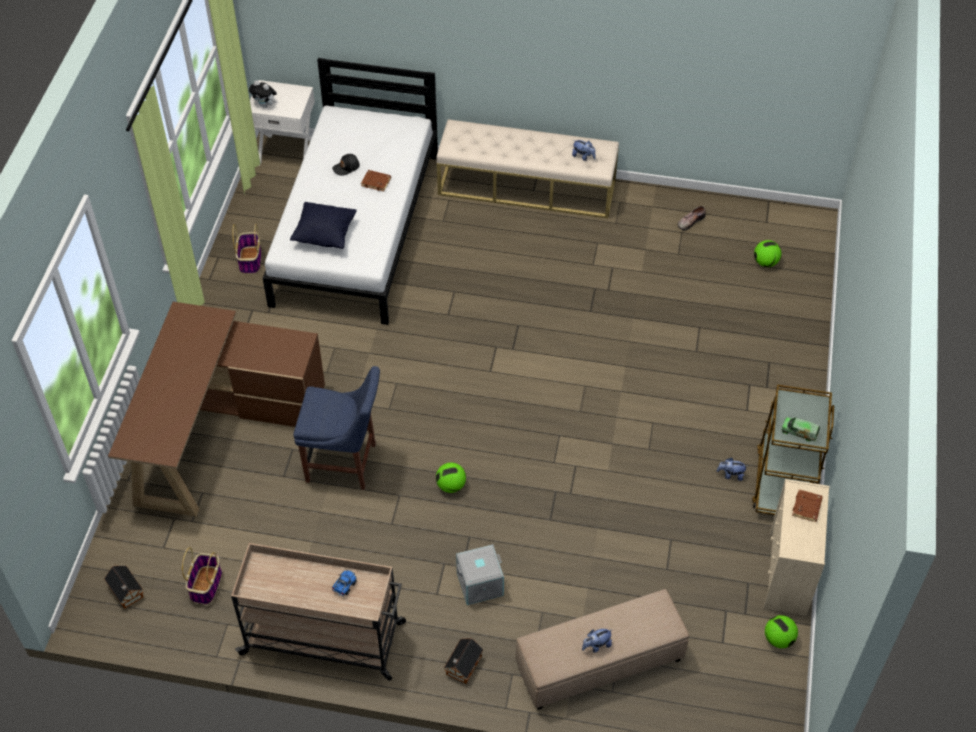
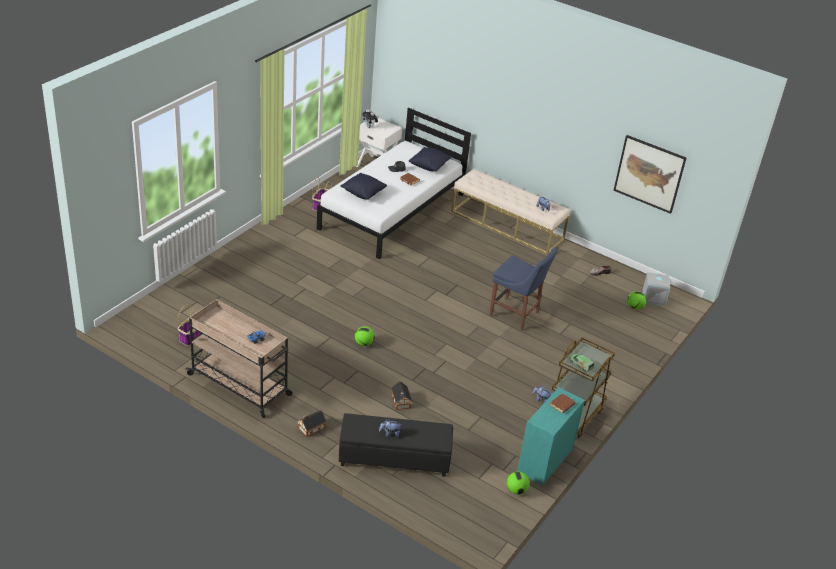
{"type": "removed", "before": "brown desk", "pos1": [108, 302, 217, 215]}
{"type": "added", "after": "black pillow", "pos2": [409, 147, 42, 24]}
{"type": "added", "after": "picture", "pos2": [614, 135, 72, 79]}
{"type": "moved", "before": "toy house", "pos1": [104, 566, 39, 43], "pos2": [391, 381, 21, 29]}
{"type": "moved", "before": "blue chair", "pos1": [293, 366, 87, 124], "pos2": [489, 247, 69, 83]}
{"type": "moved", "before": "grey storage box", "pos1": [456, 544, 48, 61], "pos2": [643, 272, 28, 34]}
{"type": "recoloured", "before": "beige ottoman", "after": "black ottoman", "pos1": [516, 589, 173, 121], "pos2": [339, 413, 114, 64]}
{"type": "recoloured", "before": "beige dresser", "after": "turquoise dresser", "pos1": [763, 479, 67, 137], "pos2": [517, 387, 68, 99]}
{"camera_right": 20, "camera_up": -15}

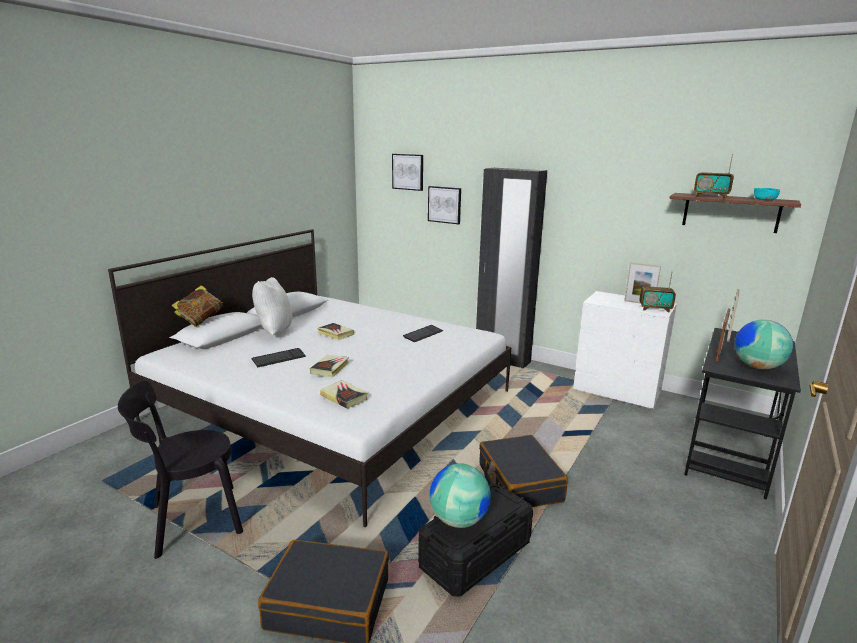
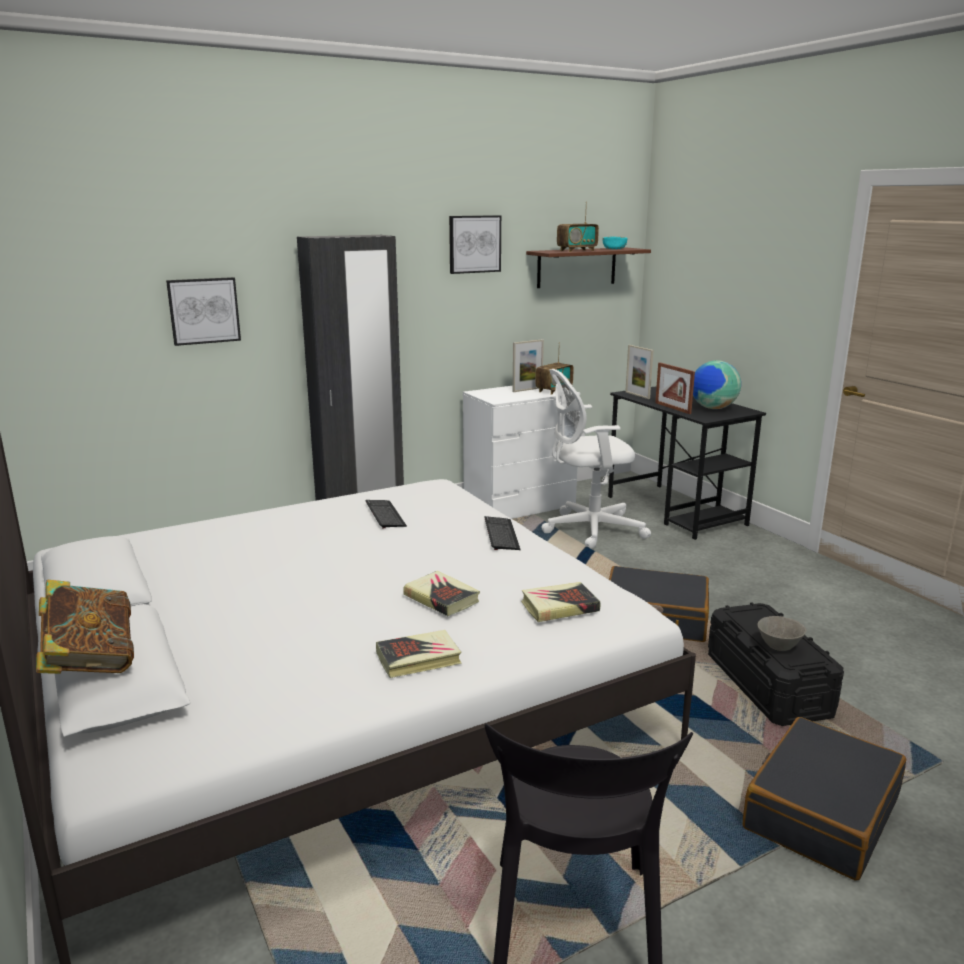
{"type": "removed", "before": "white pillow", "pos1": [252, 277, 40, 58]}
{"type": "added", "after": "white office chair", "pos2": [541, 369, 110, 180]}
{"type": "moved", "before": "keyboard", "pos1": [251, 348, 55, 20], "pos2": [484, 516, 37, 34]}
{"type": "moved", "before": "book", "pos1": [317, 323, 37, 17], "pos2": [376, 630, 86, 48]}
{"type": "moved", "before": "picture", "pos1": [392, 154, 31, 37], "pos2": [449, 215, 52, 59]}
{"type": "replaced", "before": "globe", "after": "grey bowl", "pos1": [430, 463, 61, 65], "pos2": [758, 616, 48, 35]}
{"camera_right": -60, "camera_up": 0}

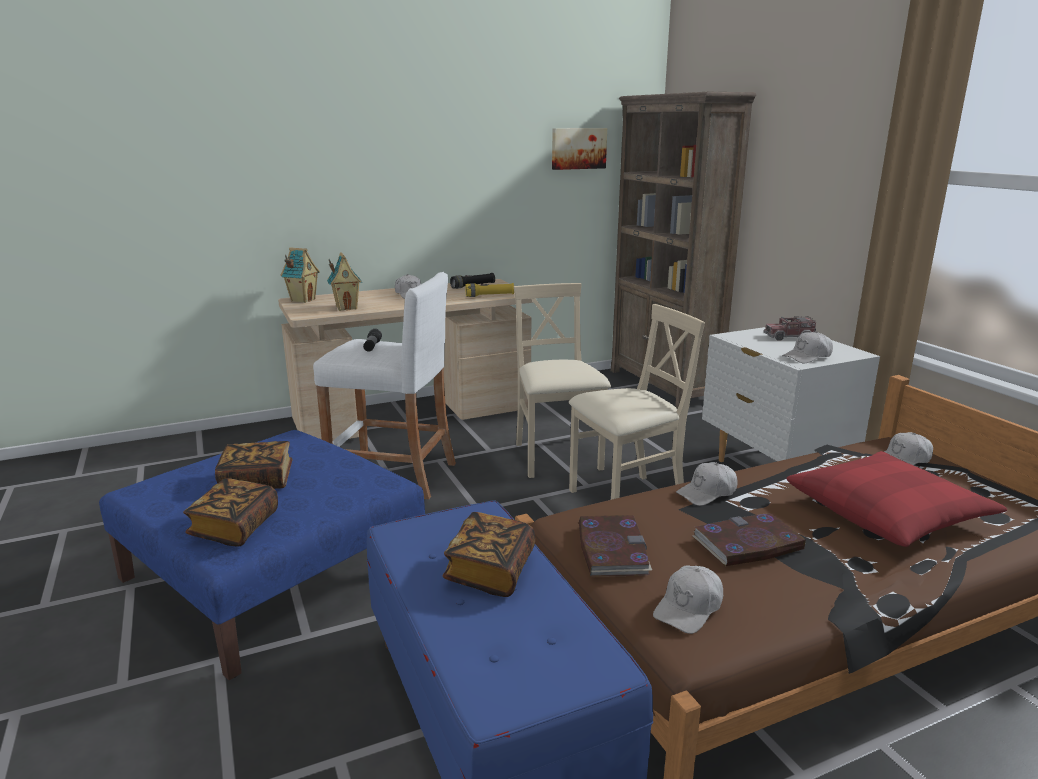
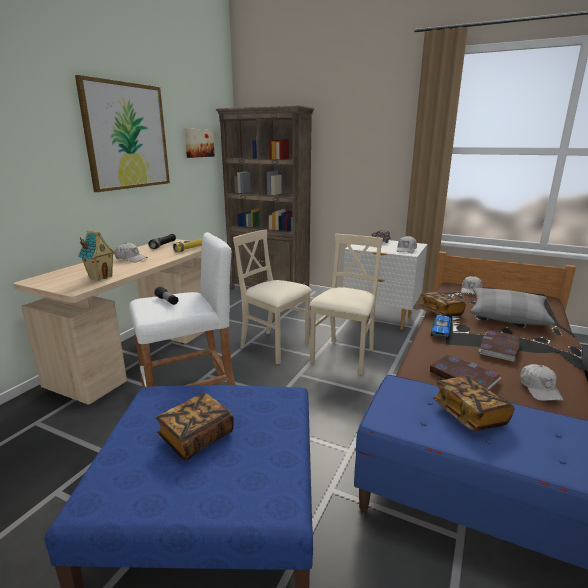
{"type": "removed", "before": "toy house", "pos1": [281, 247, 39, 56]}
{"type": "added", "after": "picture", "pos2": [75, 75, 95, 117]}
{"type": "moved", "before": "book", "pos1": [183, 478, 95, 69], "pos2": [419, 292, 47, 24]}
{"type": "replaced", "before": "white cap", "after": "toy car", "pos1": [676, 462, 62, 44], "pos2": [431, 315, 21, 24]}
{"type": "recoloured", "before": "red pillow", "after": "grey pillow", "pos1": [786, 451, 221, 96], "pos2": [470, 288, 85, 37]}
{"camera_right": -40, "camera_up": 0}

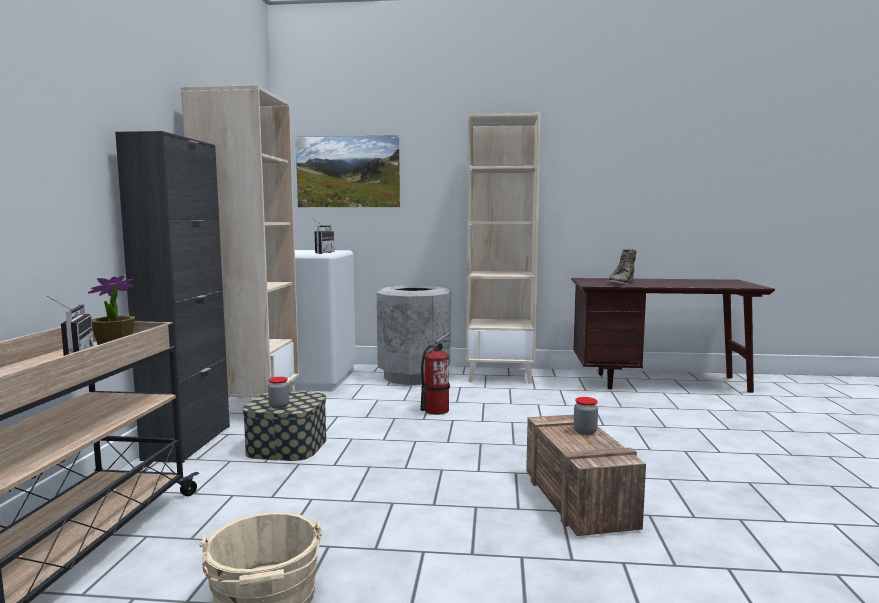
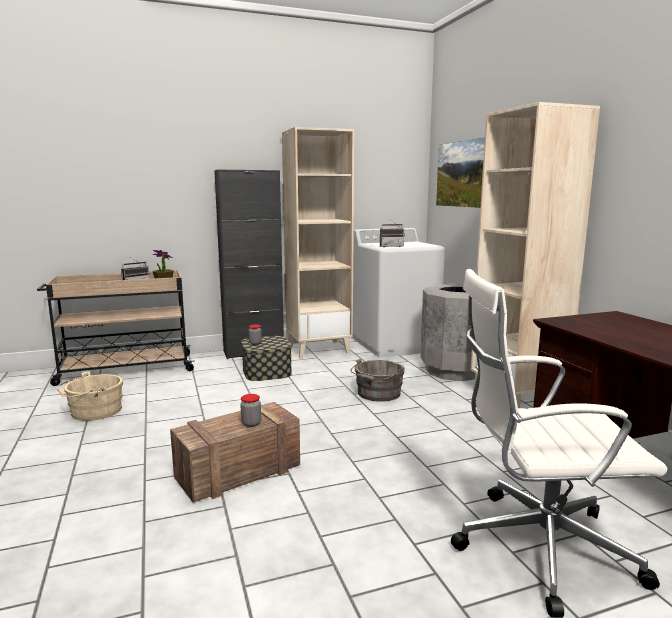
{"type": "removed", "before": "green boot", "pos1": [608, 249, 29, 36]}
{"type": "added", "after": "white office chair", "pos2": [451, 269, 216, 349]}
{"type": "replaced", "before": "fire extinguisher", "after": "grey bucket", "pos1": [420, 332, 31, 83], "pos2": [351, 359, 54, 43]}
{"camera_right": 65, "camera_up": 5}

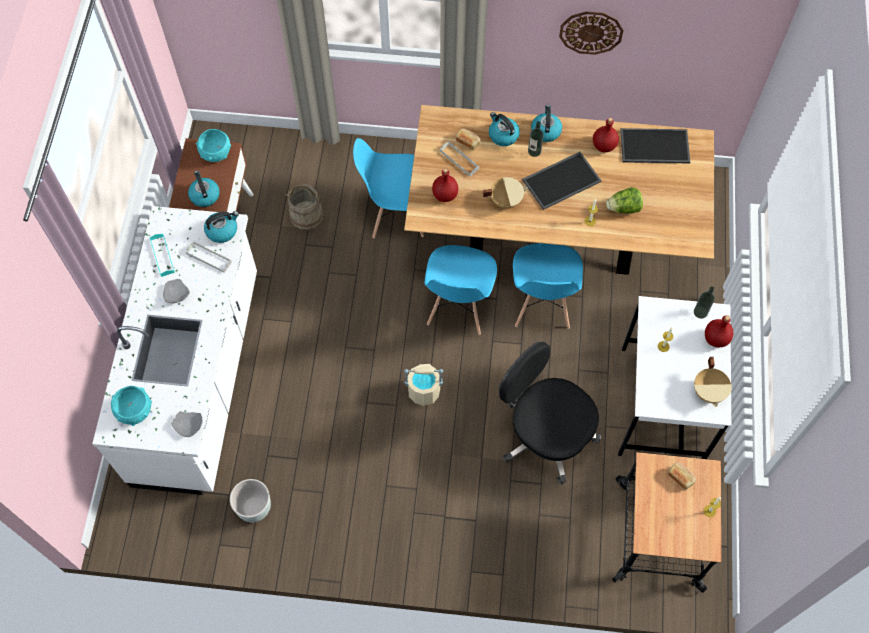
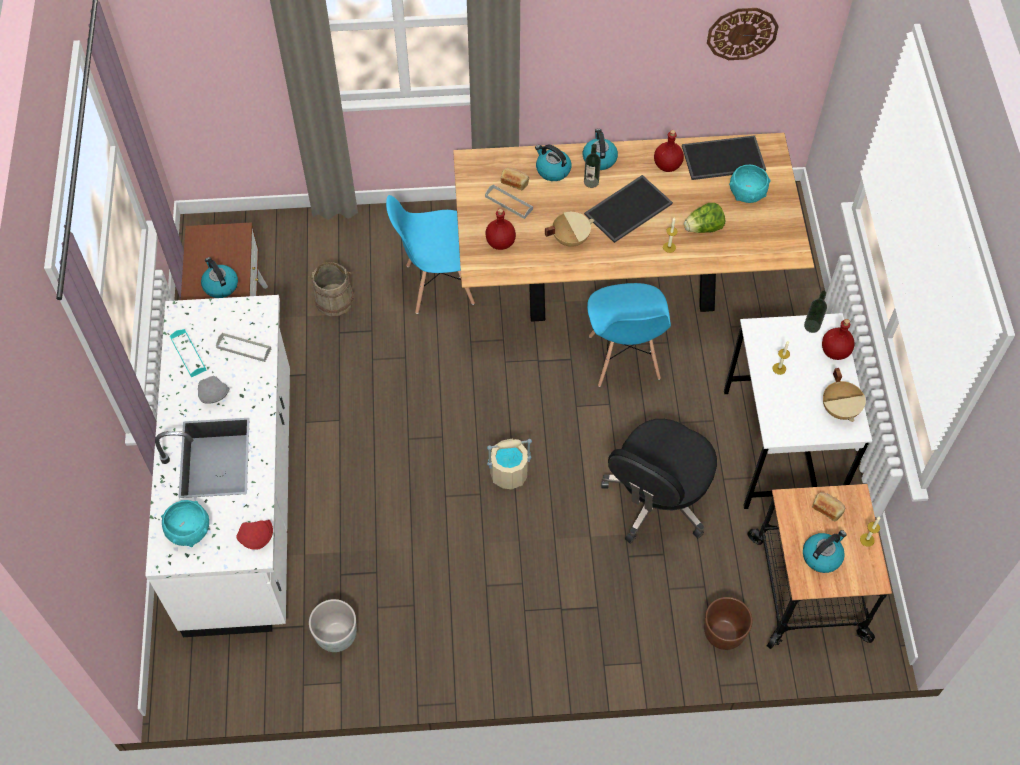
{"type": "removed", "before": "blue chair", "pos1": [425, 245, 72, 90]}
{"type": "added", "after": "brown planter", "pos2": [704, 597, 49, 53]}
{"type": "moved", "before": "turquoise bowl", "pos1": [196, 129, 35, 33], "pos2": [729, 165, 42, 38]}
{"type": "moved", "before": "kettle", "pos1": [204, 211, 35, 32], "pos2": [803, 530, 43, 43]}
{"type": "moved", "before": "wall clock", "pos1": [559, 11, 65, 44], "pos2": [707, 8, 72, 52]}
{"type": "recoloured", "before": "grey plate", "after": "red plate", "pos1": [172, 412, 30, 25], "pos2": [236, 520, 37, 30]}
{"type": "turned", "before": "black office chair", "pos1": [499, 341, 102, 144], "pos2": [601, 419, 116, 125], "turn": -90}
{"camera_right": -10, "camera_up": -5}

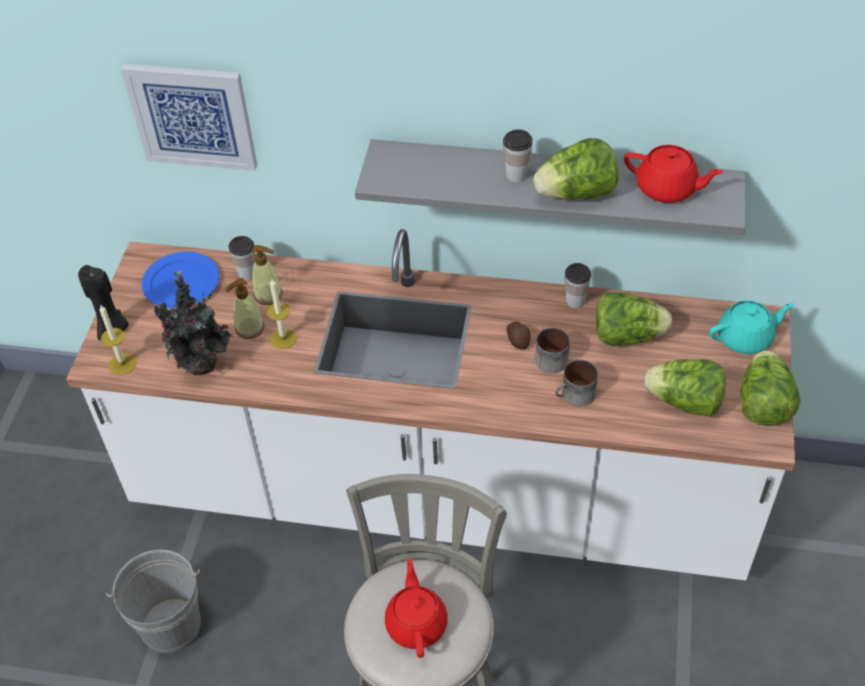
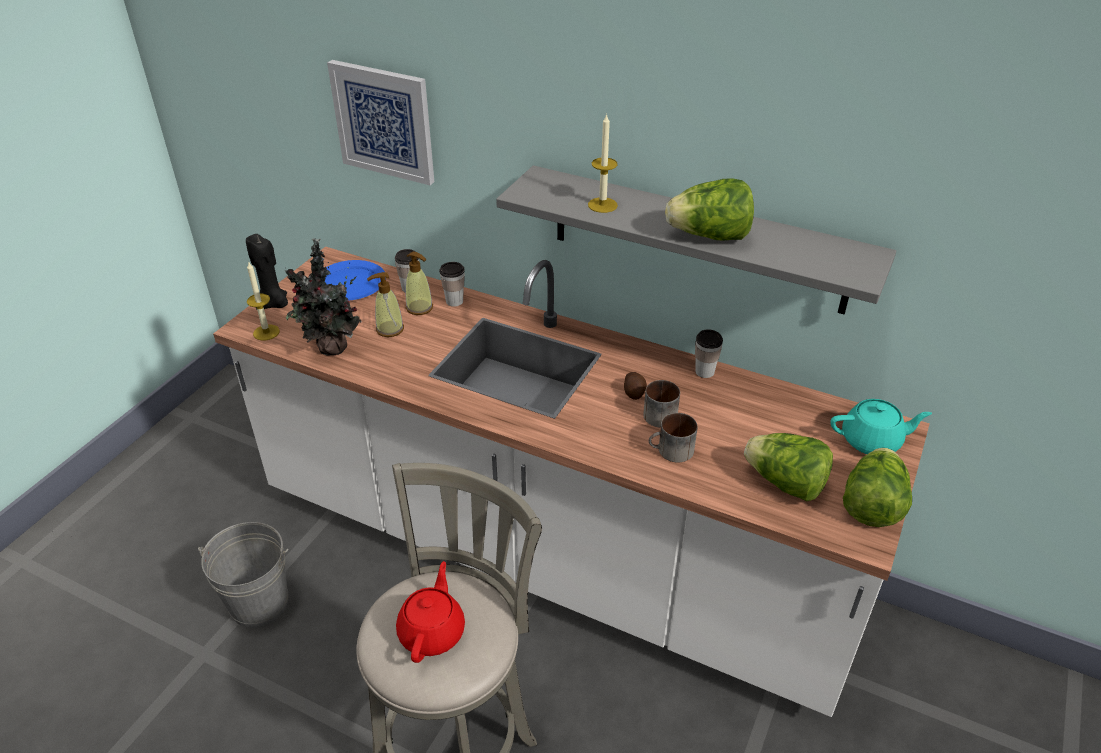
{"type": "removed", "before": "lettuce", "pos1": [596, 292, 76, 54]}
{"type": "removed", "before": "red teapot", "pos1": [624, 145, 100, 58]}
{"type": "moved", "before": "candle", "pos1": [266, 279, 31, 70], "pos2": [588, 114, 30, 99]}
{"type": "moved", "before": "cup", "pos1": [503, 130, 30, 52], "pos2": [439, 262, 26, 45]}
{"camera_right": 15, "camera_up": -10}

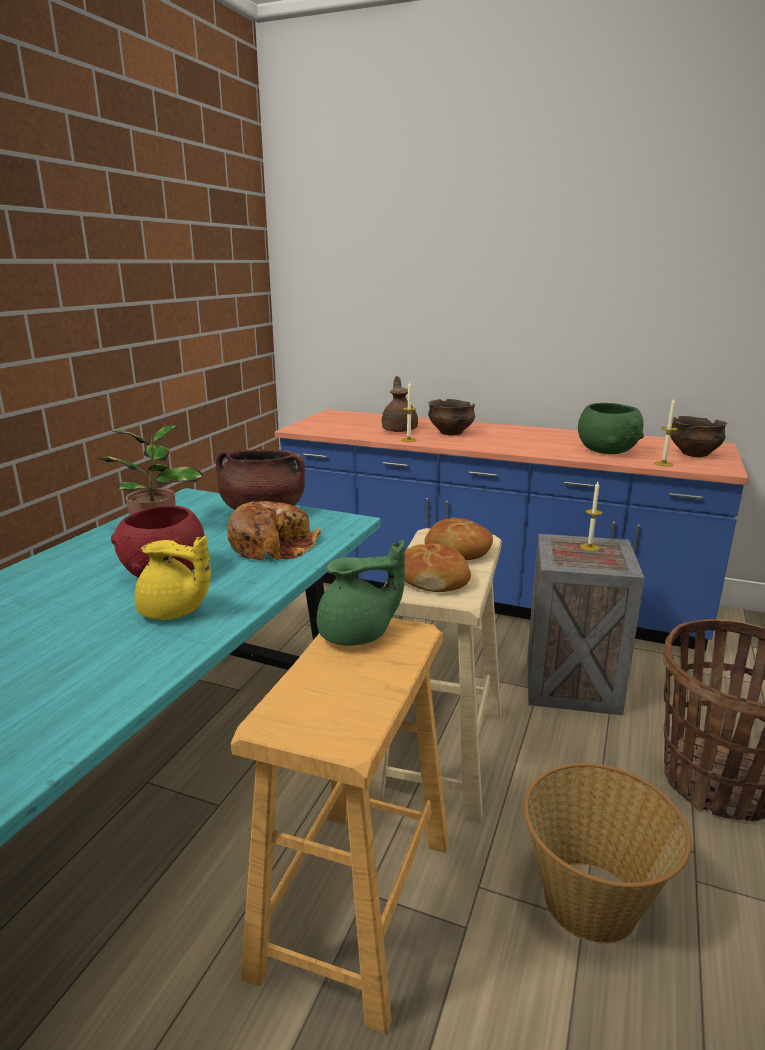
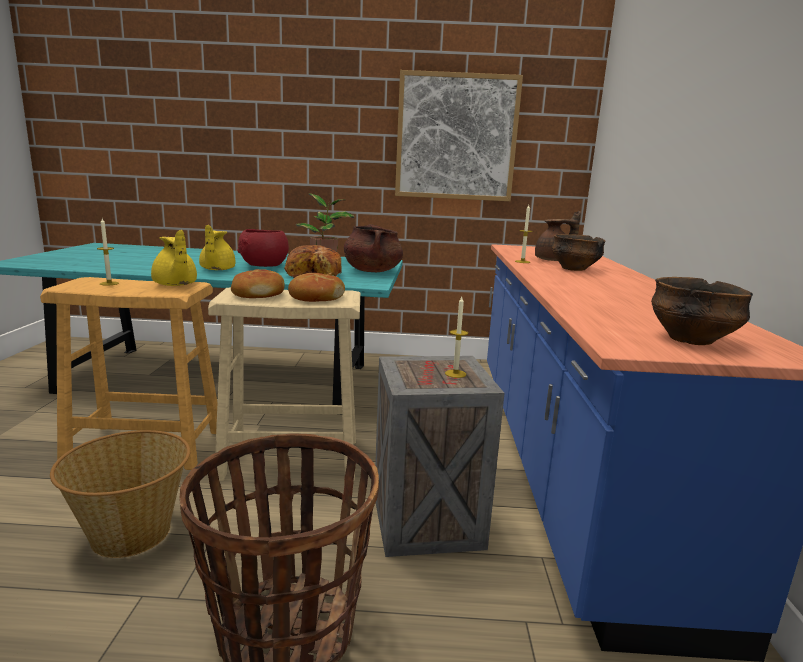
{"type": "removed", "before": "green bowl", "pos1": [578, 403, 66, 51]}
{"type": "added", "after": "picture", "pos2": [395, 70, 128, 131]}
{"type": "moved", "before": "candle", "pos1": [654, 399, 24, 68], "pos2": [97, 218, 22, 67]}
{"type": "recoloured", "before": "green teapot", "after": "yellow teapot", "pos1": [317, 540, 88, 105], "pos2": [151, 230, 46, 56]}
{"camera_right": 70, "camera_up": -5}

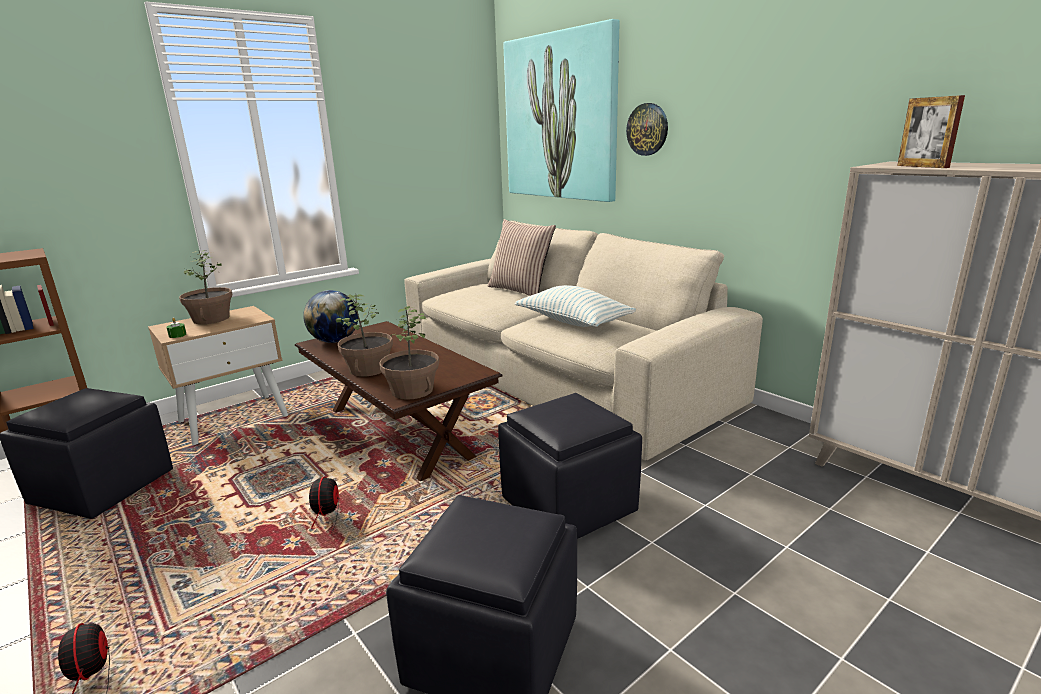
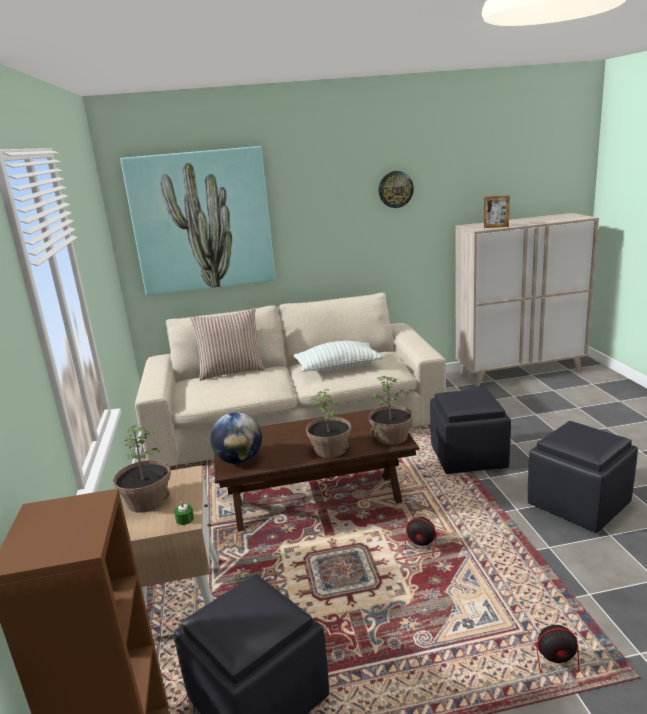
{"type": "moved", "before": "wall clock", "pos1": [626, 103, 42, 53], "pos2": [379, 171, 35, 37]}
{"camera_right": -60, "camera_up": 0}

